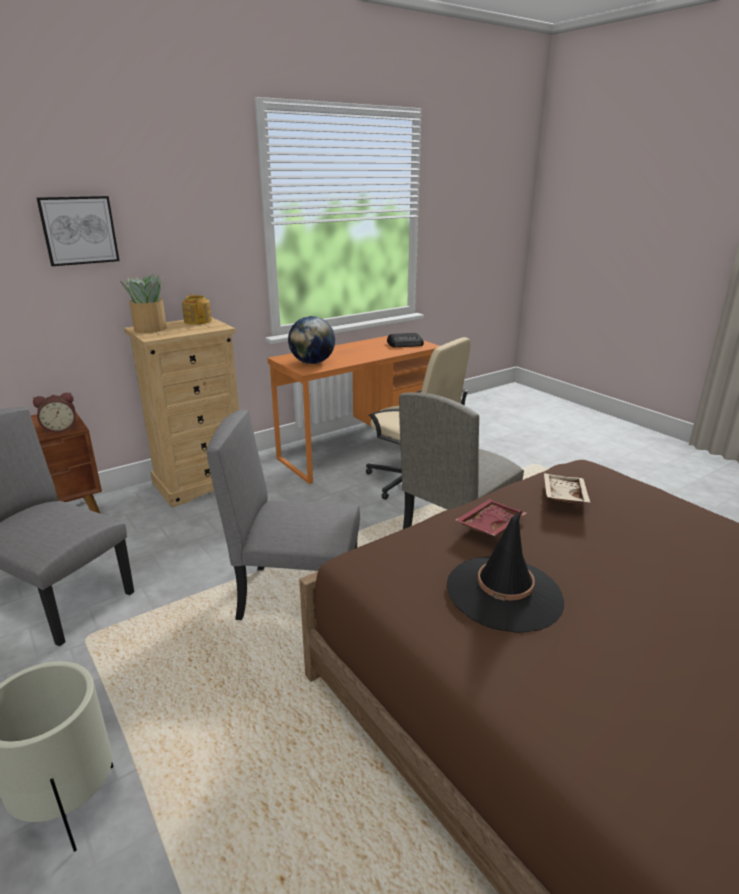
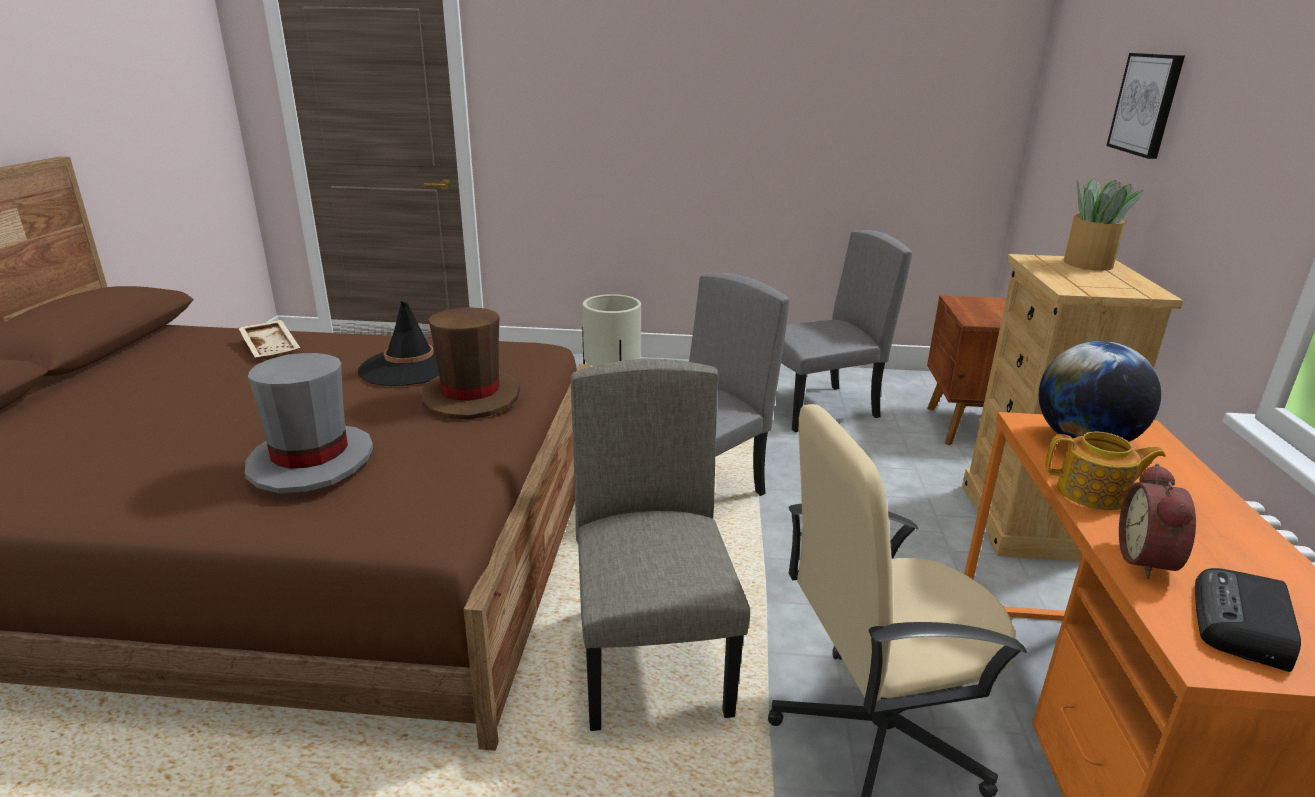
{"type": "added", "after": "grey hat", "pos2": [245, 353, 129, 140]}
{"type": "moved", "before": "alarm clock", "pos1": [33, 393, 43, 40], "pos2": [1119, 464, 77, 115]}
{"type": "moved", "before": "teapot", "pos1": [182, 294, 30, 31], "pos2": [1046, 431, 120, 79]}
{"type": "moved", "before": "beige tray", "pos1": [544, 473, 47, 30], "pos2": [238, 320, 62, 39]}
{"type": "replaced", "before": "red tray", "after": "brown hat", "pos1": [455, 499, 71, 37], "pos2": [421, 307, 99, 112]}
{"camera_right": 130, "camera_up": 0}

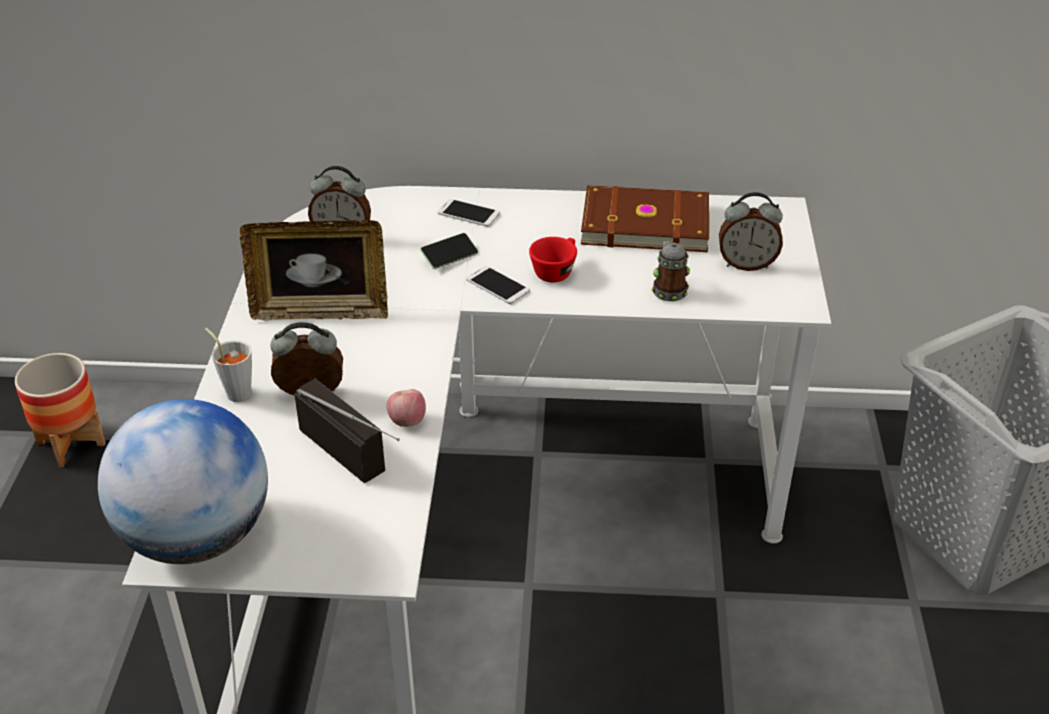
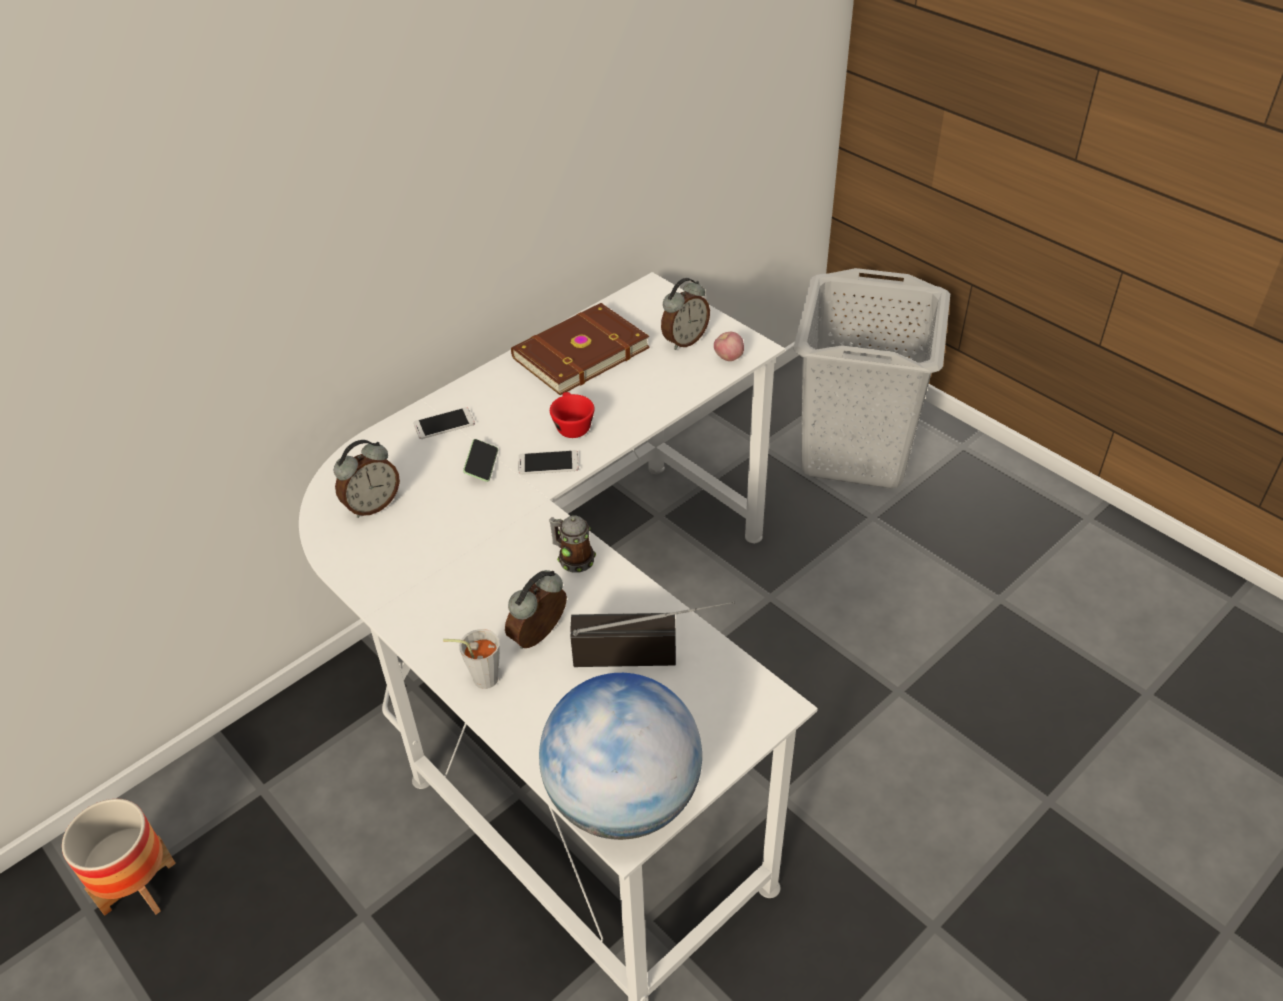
{"type": "removed", "before": "picture frame", "pos1": [240, 220, 148, 101]}
{"type": "moved", "before": "apple", "pos1": [387, 389, 39, 38], "pos2": [714, 332, 30, 29]}
{"type": "moved", "before": "mug", "pos1": [652, 241, 38, 61], "pos2": [549, 515, 47, 58]}
{"camera_right": -45, "camera_up": 5}

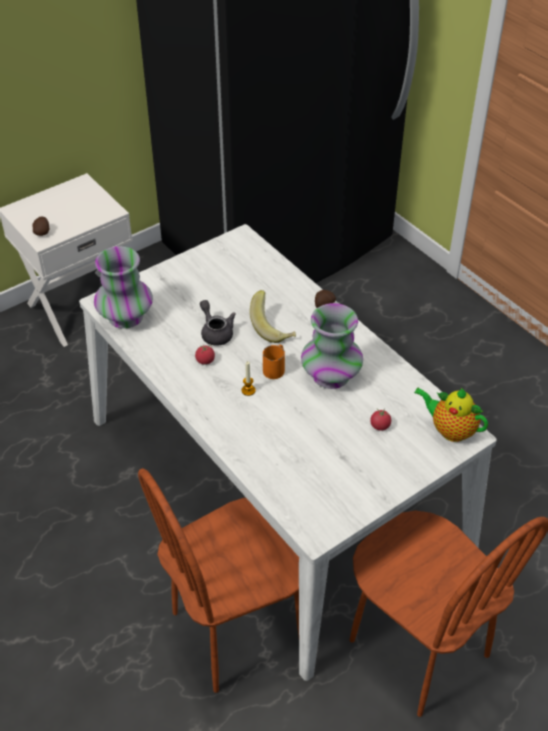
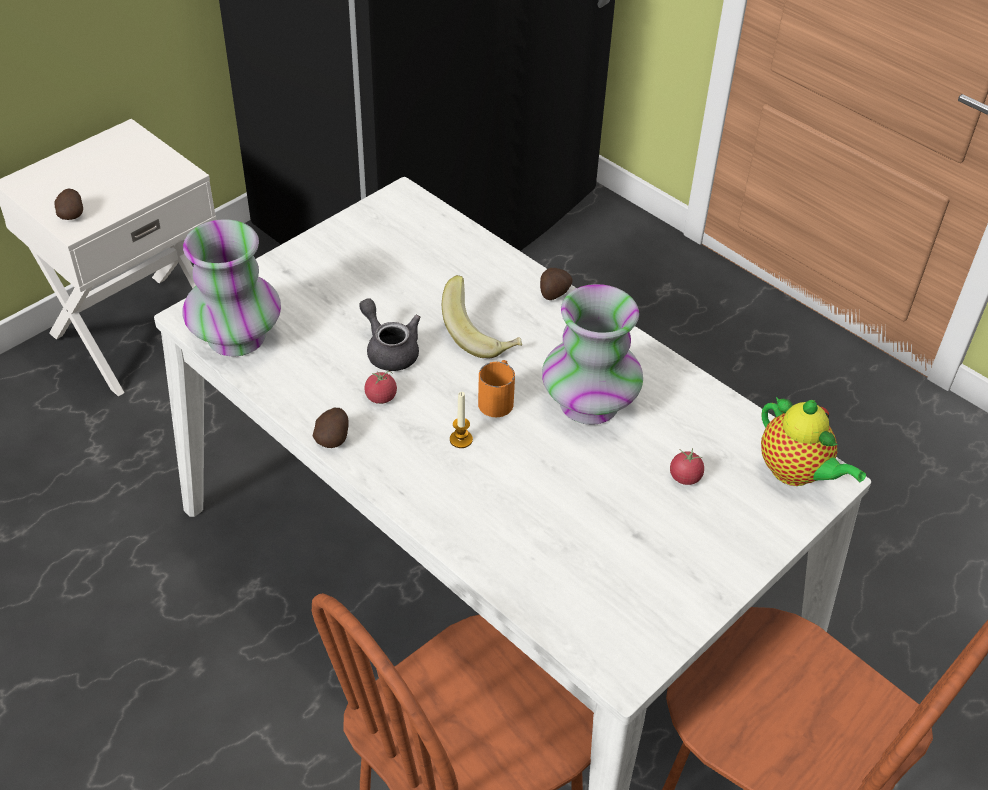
{"type": "added", "after": "potato", "pos2": [313, 408, 36, 40]}
{"type": "turned", "before": "teapot", "pos1": [414, 388, 74, 54], "pos2": [761, 397, 105, 89], "turn": -150}
{"camera_right": -10, "camera_up": 0}

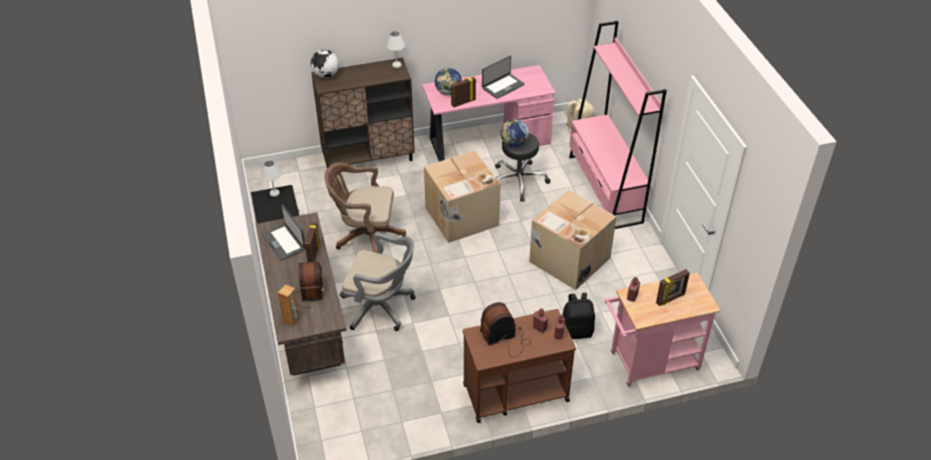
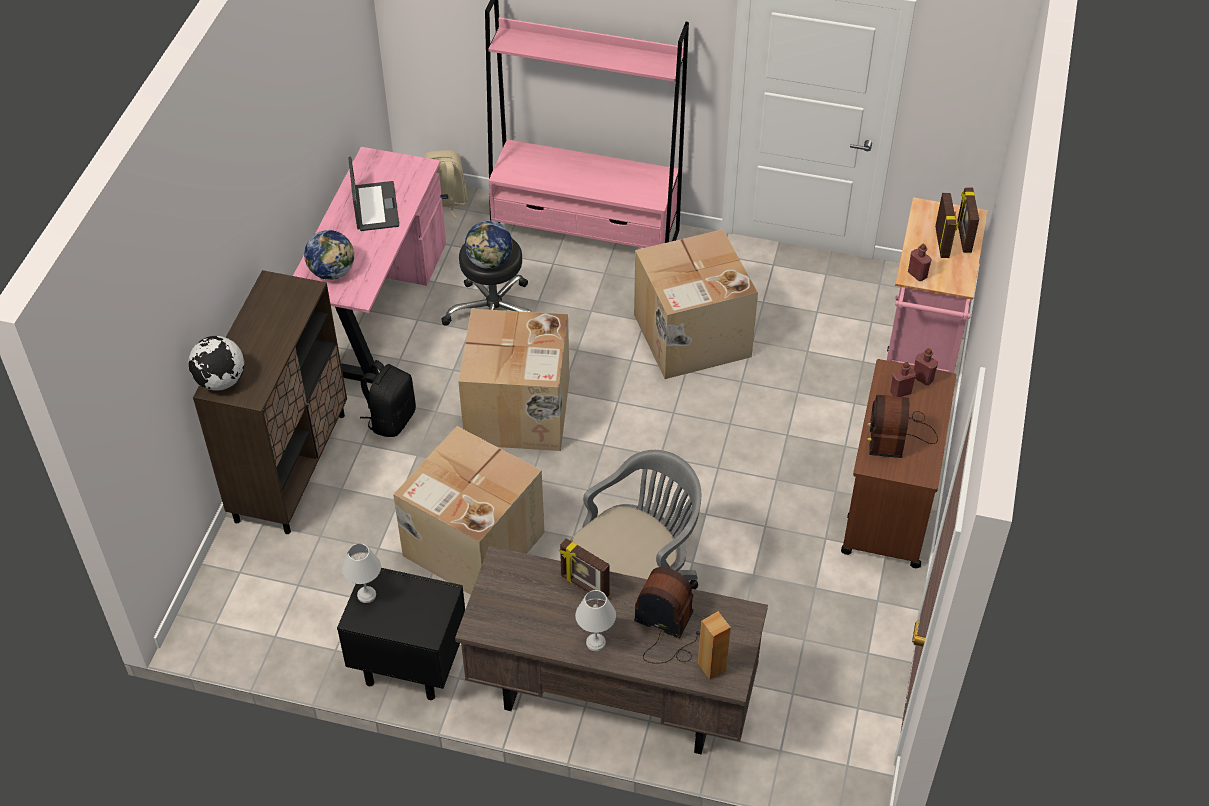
{"type": "removed", "before": "laptop", "pos1": [261, 205, 44, 56]}
{"type": "moved", "before": "white table lamp", "pos1": [386, 31, 19, 37], "pos2": [575, 590, 41, 61]}
{"type": "moved", "before": "picture frame", "pos1": [451, 77, 25, 30], "pos2": [957, 188, 22, 65]}
{"type": "moved", "before": "black backpack", "pos1": [562, 293, 33, 46], "pos2": [360, 360, 56, 77]}
{"type": "replaced", "before": "brown office chair", "after": "cardboard box", "pos1": [324, 162, 82, 90], "pos2": [393, 426, 151, 169]}
{"camera_right": -60, "camera_up": 5}

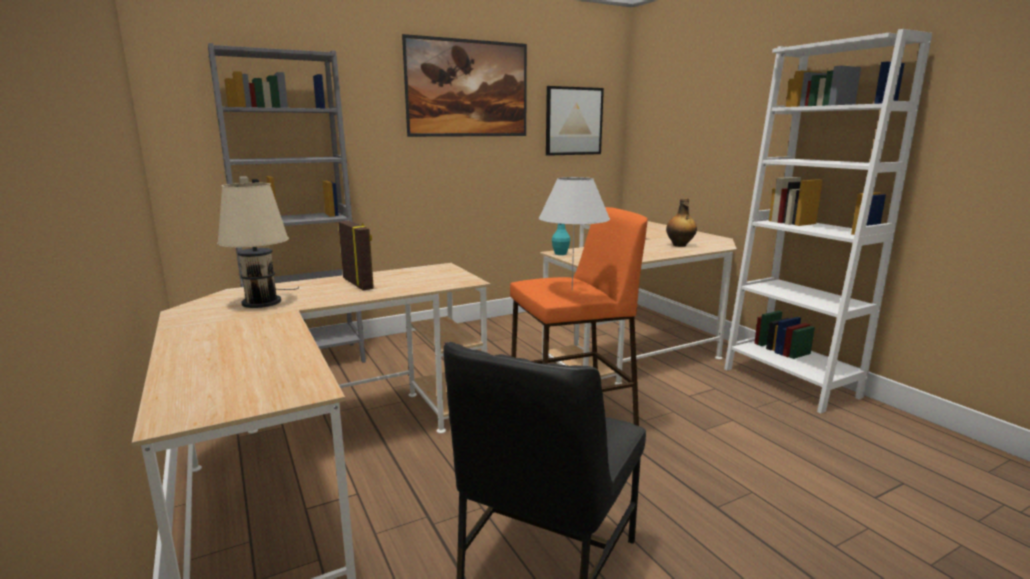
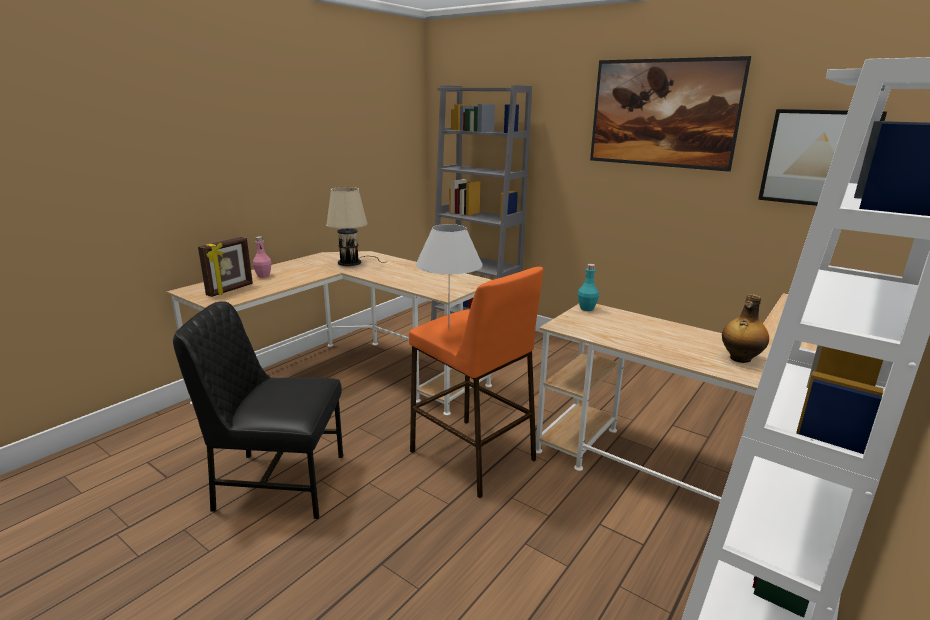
{"type": "added", "after": "pink bottle", "pos2": [253, 236, 18, 42]}
{"type": "moved", "before": "picture frame", "pos1": [338, 221, 36, 70], "pos2": [198, 237, 55, 60]}
{"camera_right": 65, "camera_up": 5}

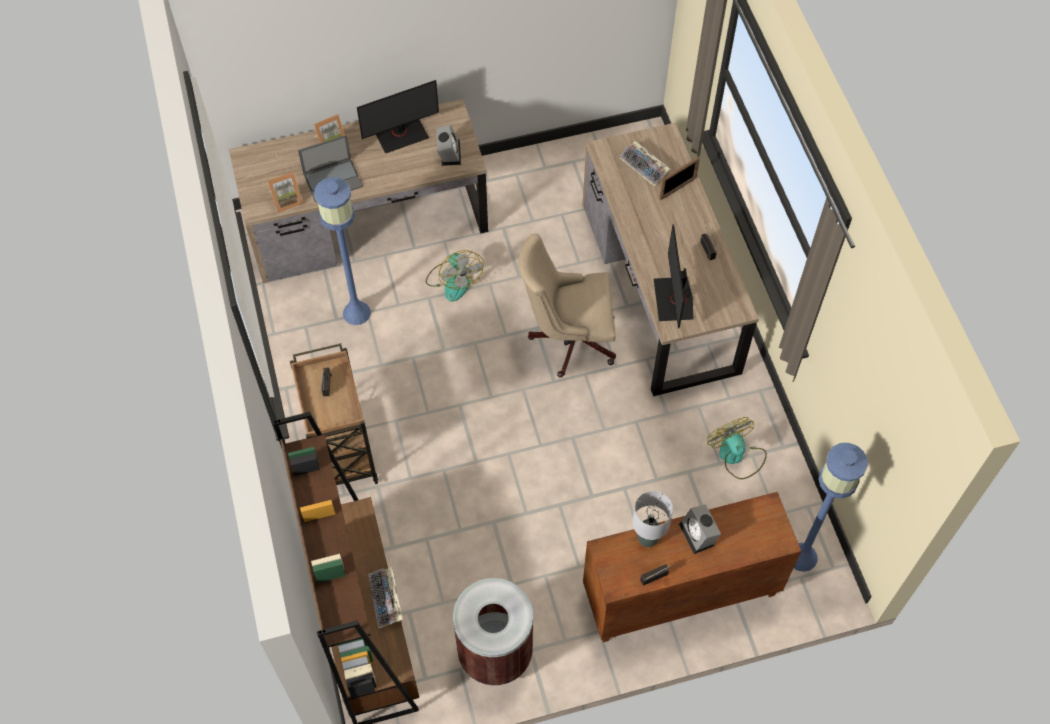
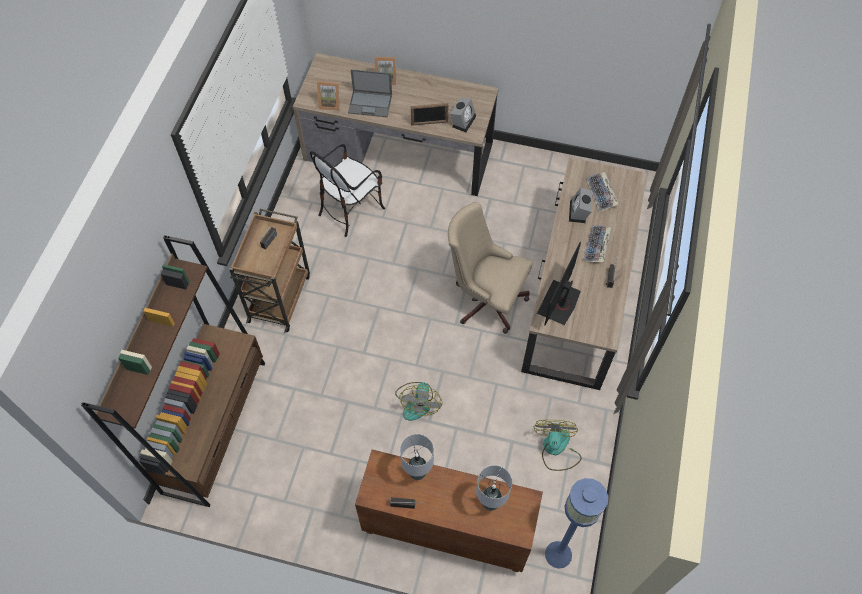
{"type": "removed", "before": "monitor", "pos1": [357, 80, 82, 73]}
{"type": "removed", "before": "brown trash can", "pos1": [453, 578, 80, 108]}
{"type": "added", "after": "grey table lamp", "pos2": [476, 465, 36, 46]}
{"type": "moved", "before": "keyboard", "pos1": [368, 567, 35, 61], "pos2": [583, 225, 29, 37]}
{"type": "moved", "before": "fan", "pos1": [426, 250, 58, 52], "pos2": [395, 382, 47, 39]}
{"type": "moved", "before": "picture frame", "pos1": [659, 156, 41, 44], "pos2": [411, 103, 38, 23]}
{"type": "moved", "before": "alarm clock", "pos1": [679, 504, 42, 50], "pos2": [569, 188, 24, 35]}
{"type": "replaced", "before": "blue floor lamp", "after": "chair", "pos1": [314, 177, 57, 148], "pos2": [310, 144, 75, 93]}
{"camera_right": 30, "camera_up": 0}

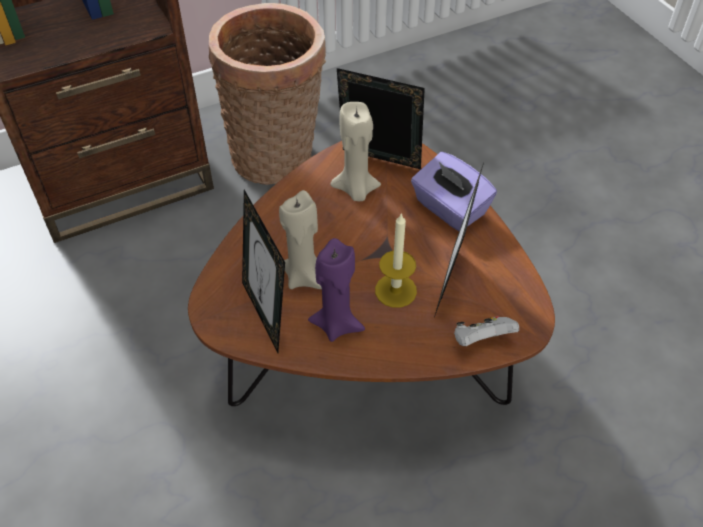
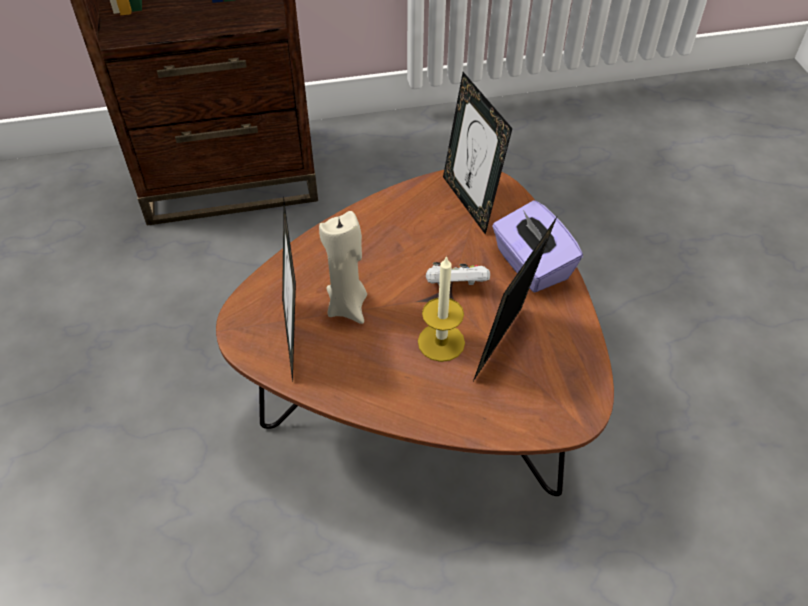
{"type": "removed", "before": "basket", "pos1": [209, 3, 117, 182]}
{"type": "removed", "before": "purple candle", "pos1": [308, 238, 57, 104]}
{"type": "removed", "before": "beige candle", "pos1": [331, 102, 50, 99]}
{"type": "moved", "before": "white game controller", "pos1": [454, 316, 65, 30], "pos2": [426, 262, 64, 23]}
{"type": "turned", "before": "picture frame", "pos1": [337, 68, 88, 101], "pos2": [443, 72, 70, 163], "turn": -150}
{"camera_right": 15, "camera_up": 0}

